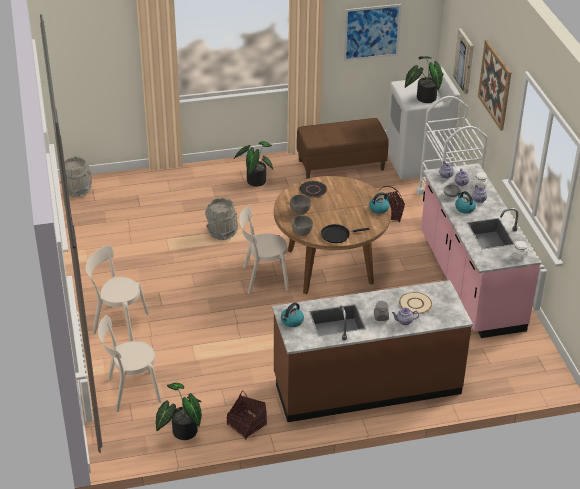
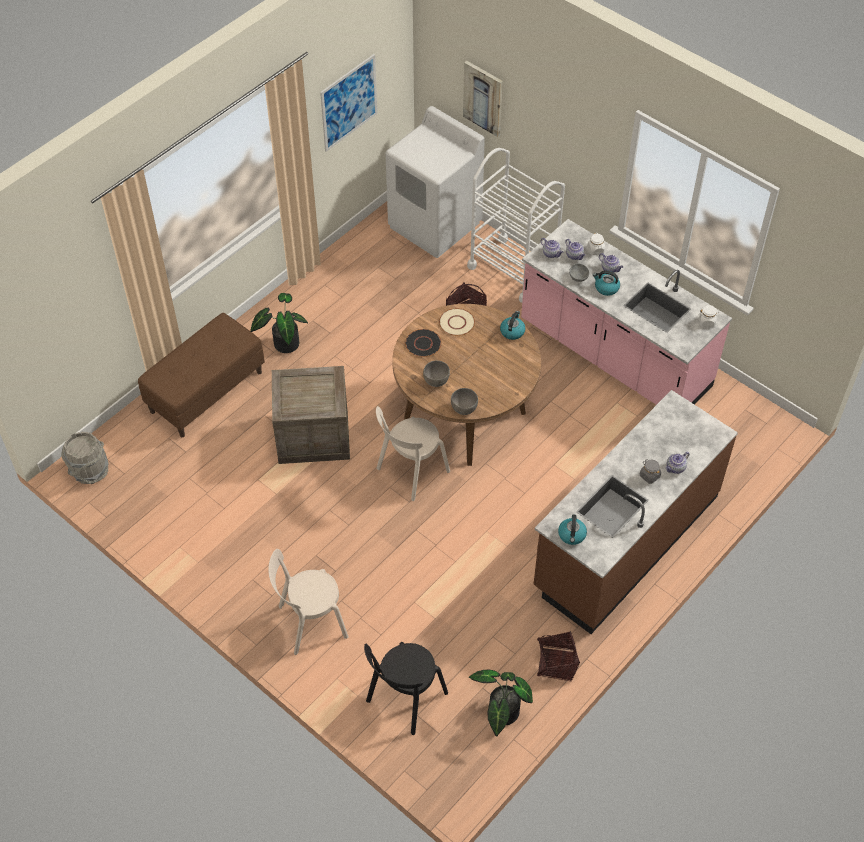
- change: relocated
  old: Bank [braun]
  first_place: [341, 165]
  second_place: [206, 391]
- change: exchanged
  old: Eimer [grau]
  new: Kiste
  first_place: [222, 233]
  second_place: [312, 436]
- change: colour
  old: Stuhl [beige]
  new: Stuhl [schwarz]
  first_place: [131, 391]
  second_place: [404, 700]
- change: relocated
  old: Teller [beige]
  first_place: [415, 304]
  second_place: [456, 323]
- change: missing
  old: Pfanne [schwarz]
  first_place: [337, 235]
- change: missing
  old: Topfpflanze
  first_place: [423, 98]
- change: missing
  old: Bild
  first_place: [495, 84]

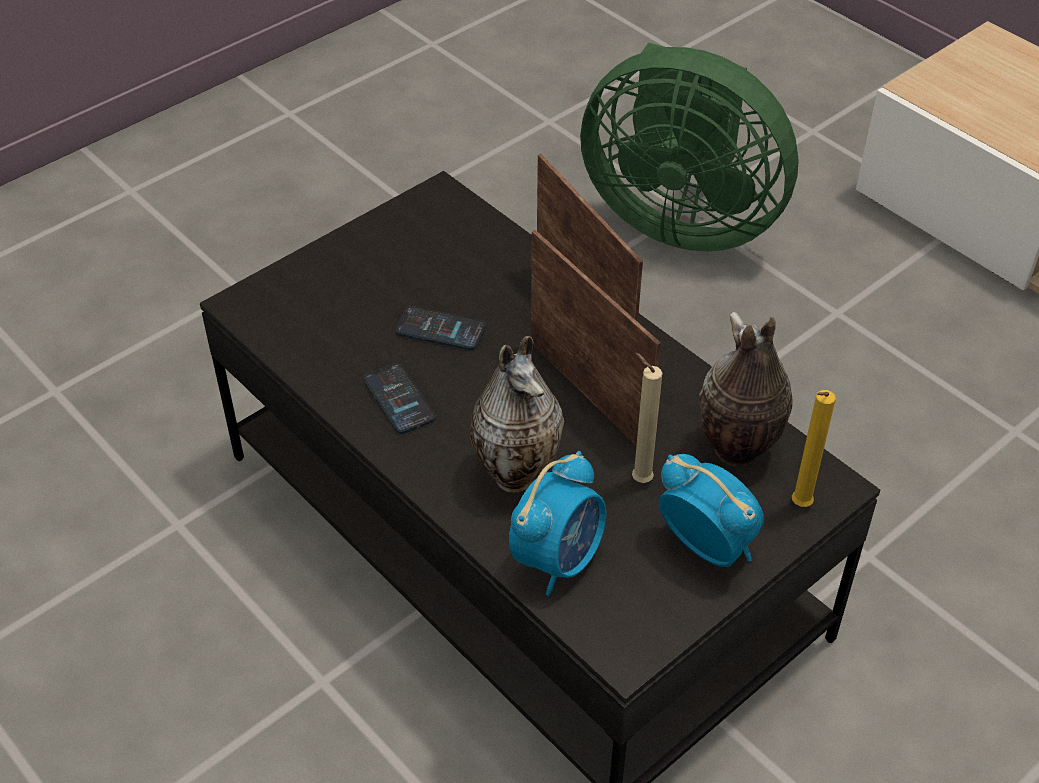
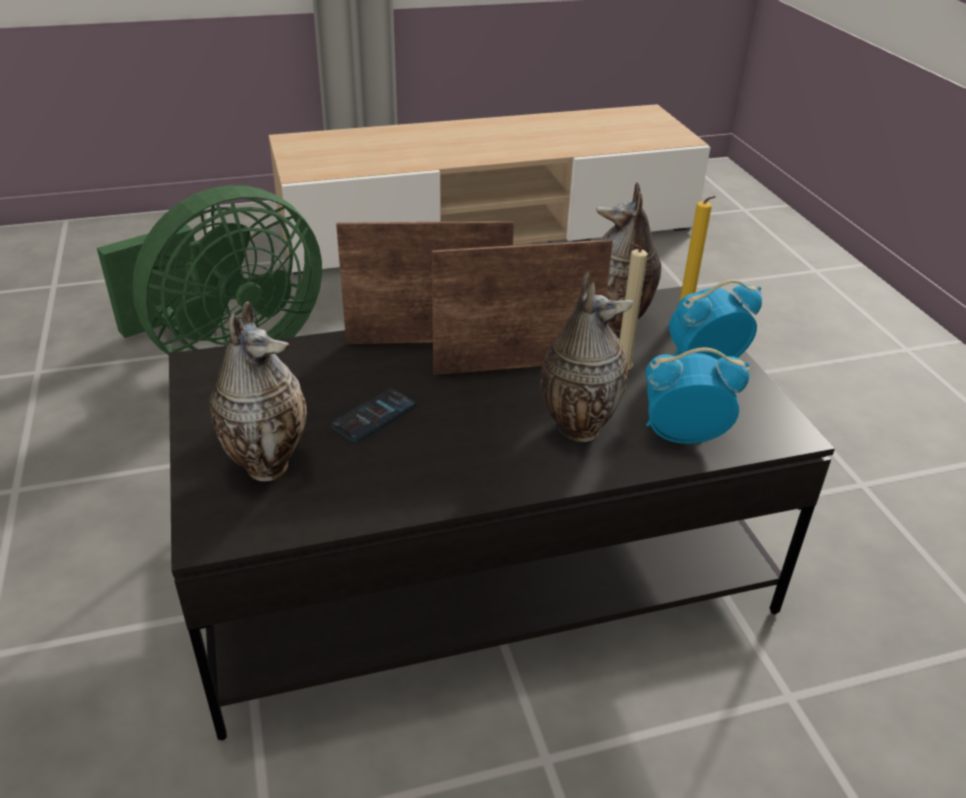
- change: appeared
  new: Vase
  second_place: [267, 463]
- change: spun
  old: Wecker
  first_place: [558, 559]
  second_place: [682, 435]
  degrees: -60
- change: missing
  old: Handy
  first_place: [399, 399]

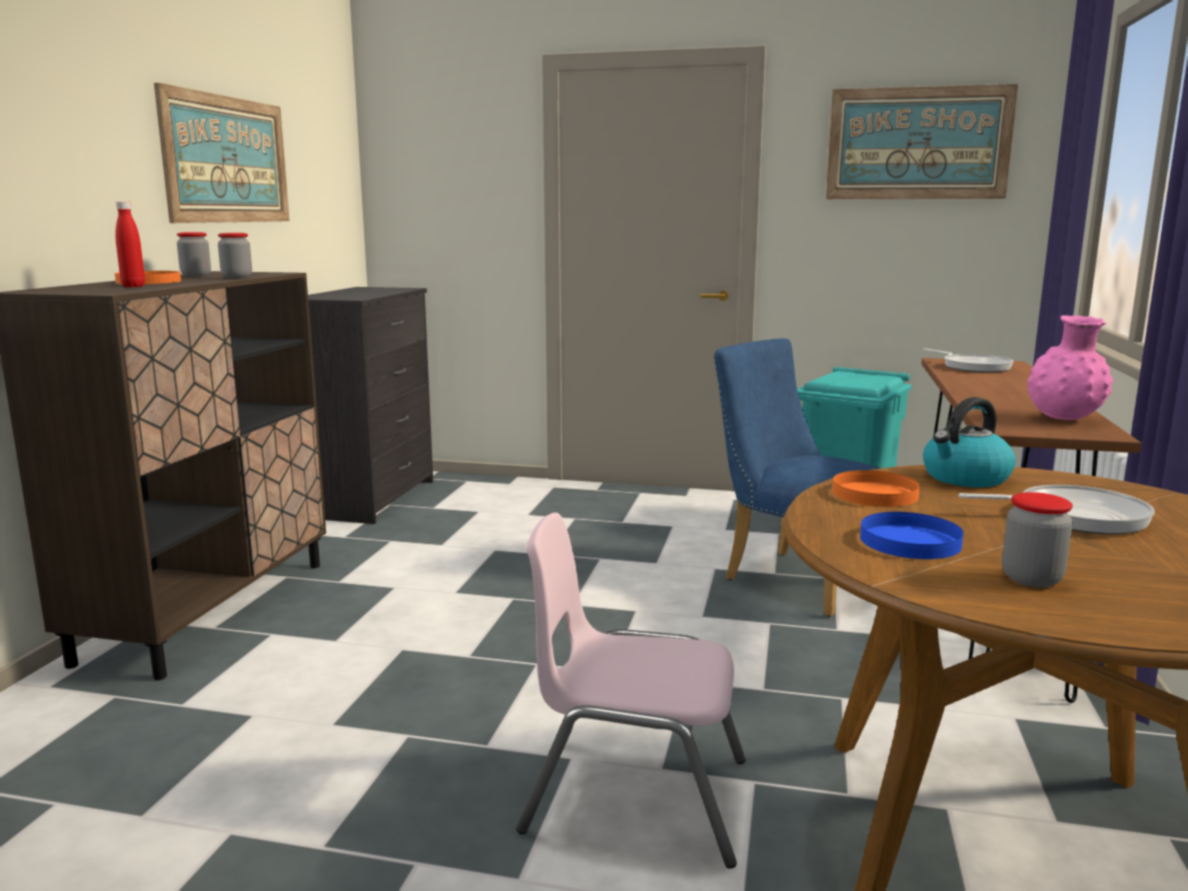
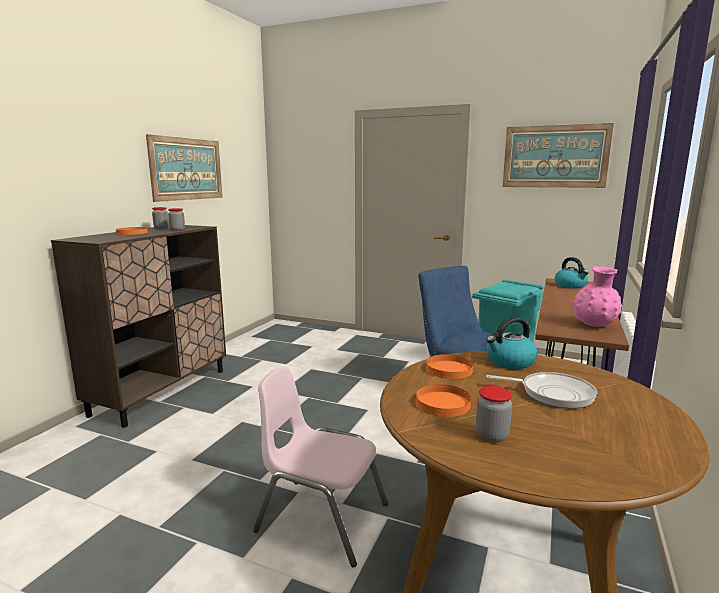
- change: colour
  old: Teller [blau]
  new: Teller [orange]
  first_place: [910, 541]
  second_place: [443, 403]
- change: exchanged
  old: Pfanne
  new: Wasserkessel
  first_place: [973, 367]
  second_place: [570, 286]
- change: missing
  old: Flasche [rot]
  first_place: [133, 286]
- change: missing
  old: Kommode [schwarz]
  first_place: [373, 498]

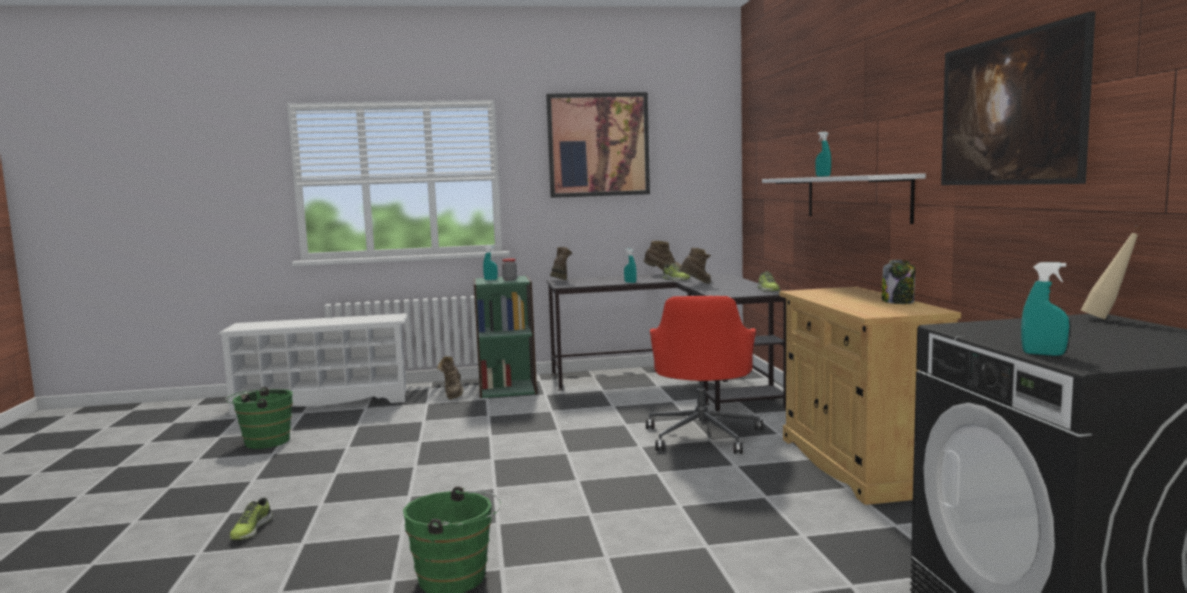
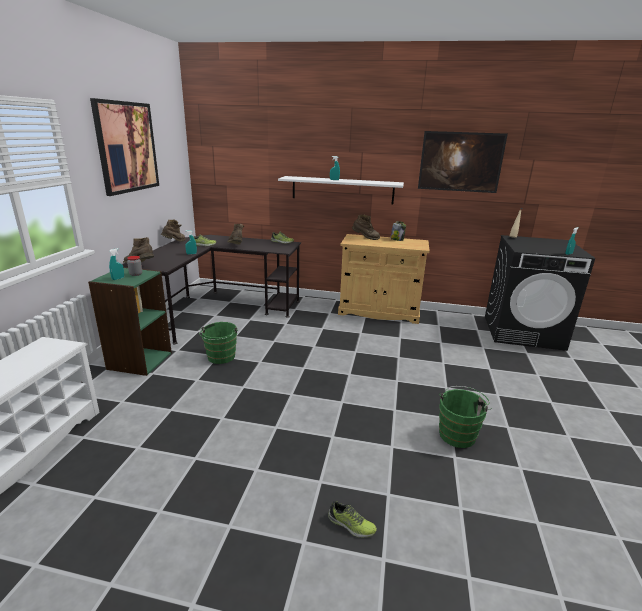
- change: relocated
  old: Eimer [grün]
  first_place: [263, 442]
  second_place: [220, 358]
- change: relocated
  old: Stiefel [braun]
  first_place: [453, 394]
  second_place: [365, 238]
- change: missing
  old: Bürostuhl [rot]
  first_place: [703, 435]

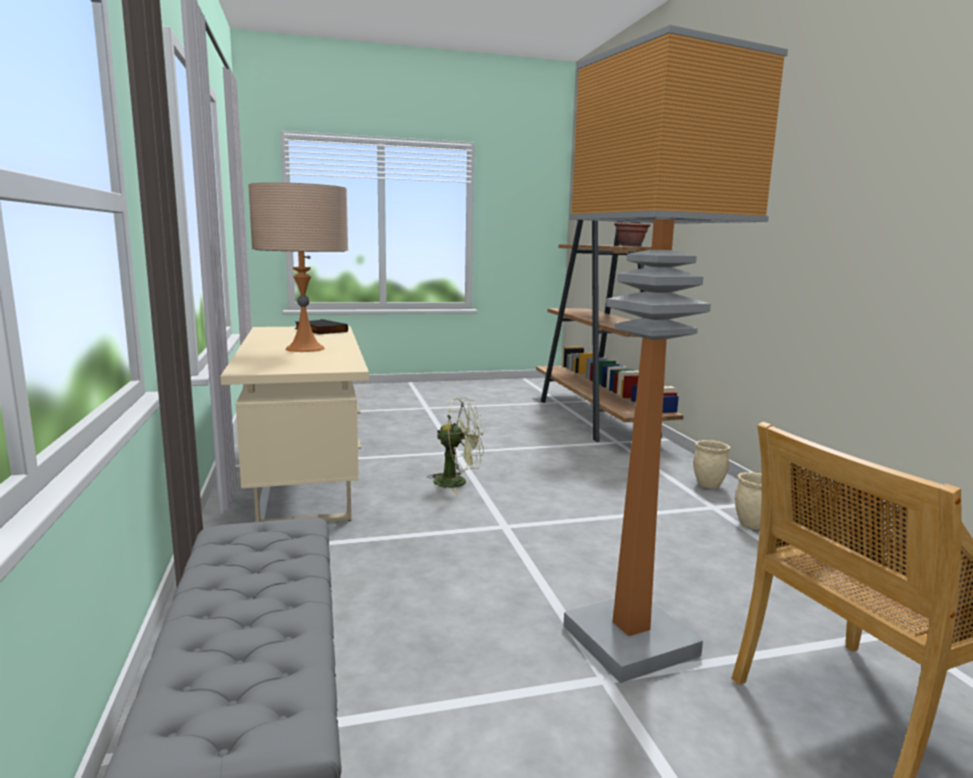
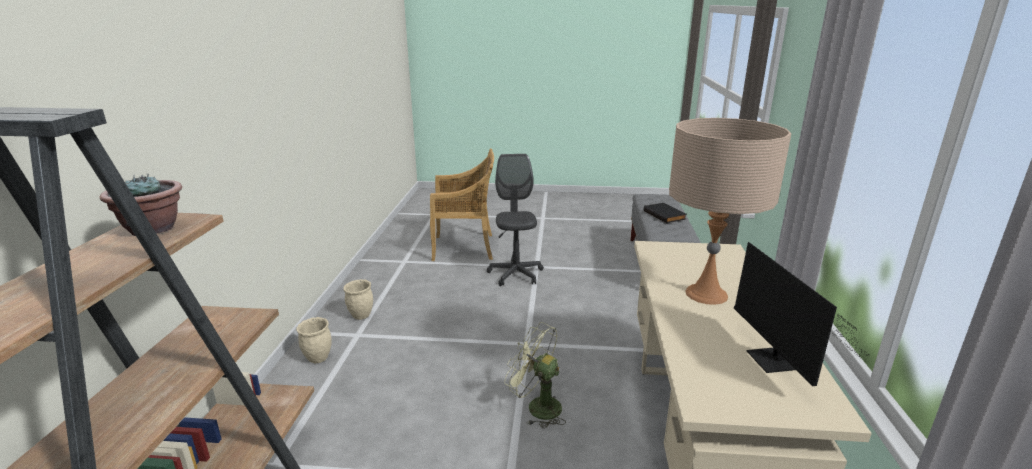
- change: exchanged
  old: Stehlampe
  new: Bürostuhl [grau]
  first_place: [629, 642]
  second_place: [515, 274]
- change: relocated
  old: Buch [schwarz]
  first_place: [319, 330]
  second_place: [665, 215]
- change: appeared
  new: Monitor
  second_place: [775, 364]

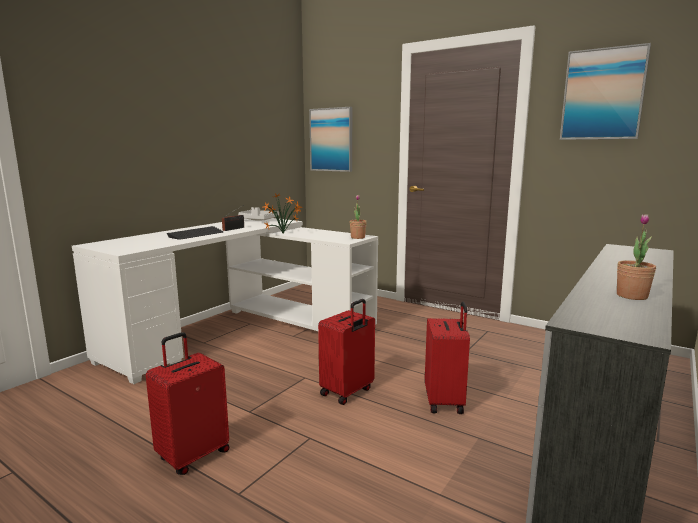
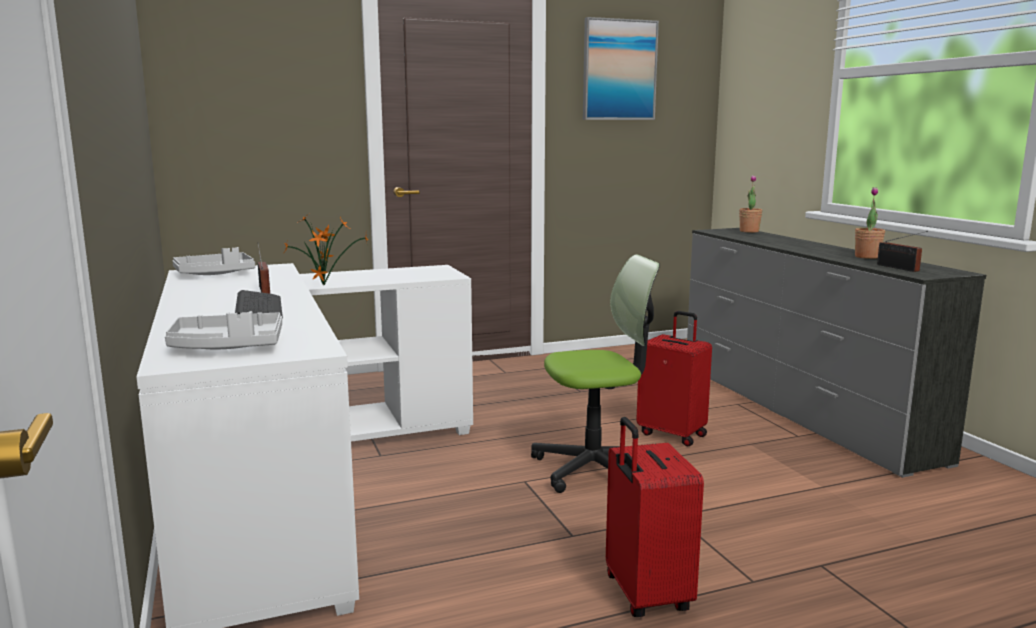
- change: appeared
  new: Tablett [grau]
  second_place: [228, 347]
- change: exchanged
  old: Koffer [rot]
  new: Bürostuhl
  first_place: [347, 392]
  second_place: [596, 469]
- change: relocated
  old: Topfpflanze
  first_place: [358, 237]
  second_place: [749, 231]
- change: appeared
  new: Radio
  second_place: [899, 268]
- change: missing
  old: Bild
  first_place: [331, 140]

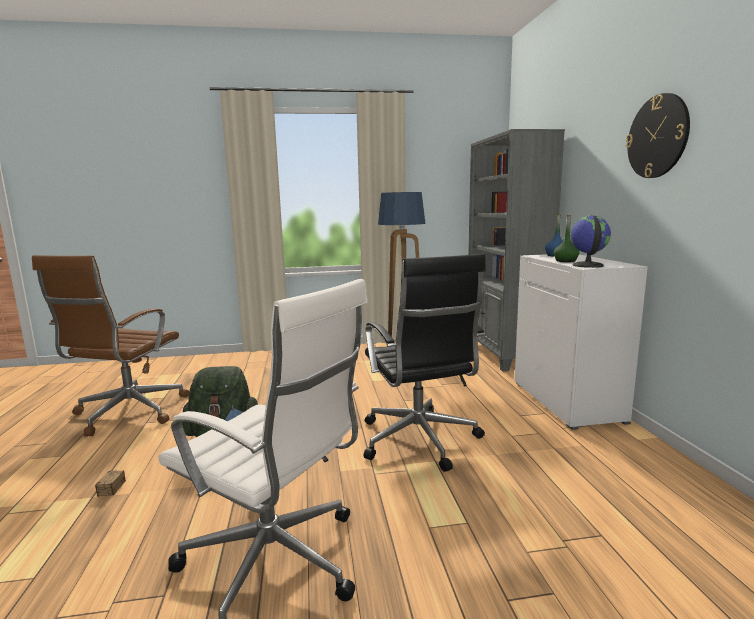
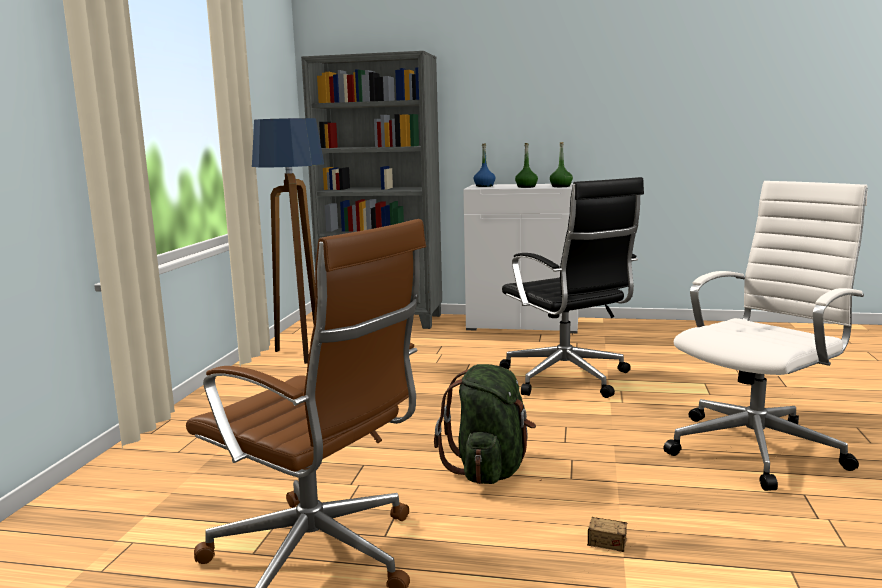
- change: spun
  old: Bürostuhl [schwarz]
  first_place: [420, 441]
  second_place: [567, 379]
  degrees: 60
- change: exchanged
  old: Globus
  new: Flasche [grün]
  first_place: [587, 265]
  second_place: [561, 186]
- change: missing
  old: Wanduhr
  first_place: [657, 136]

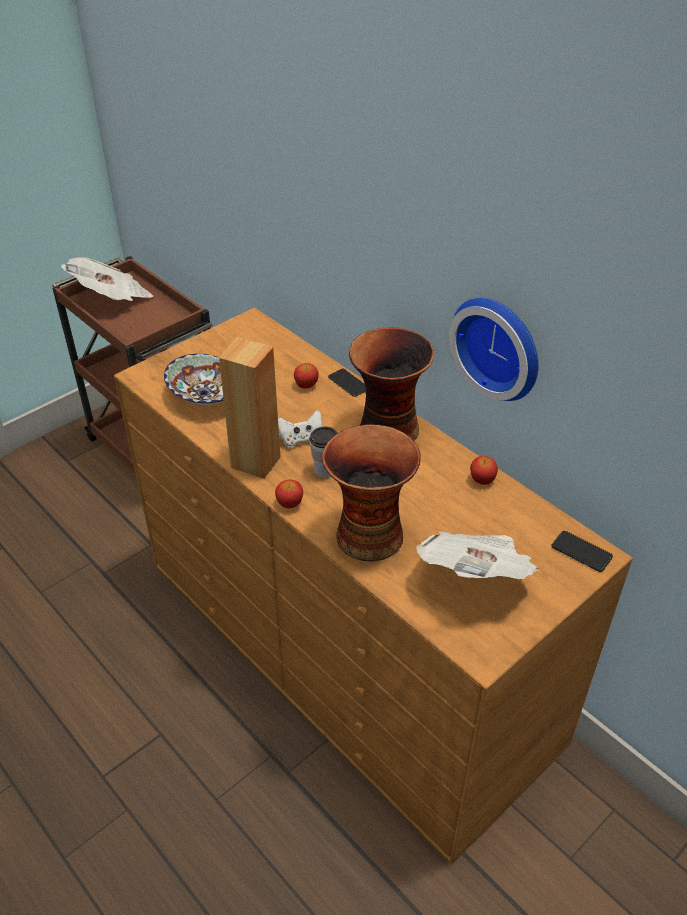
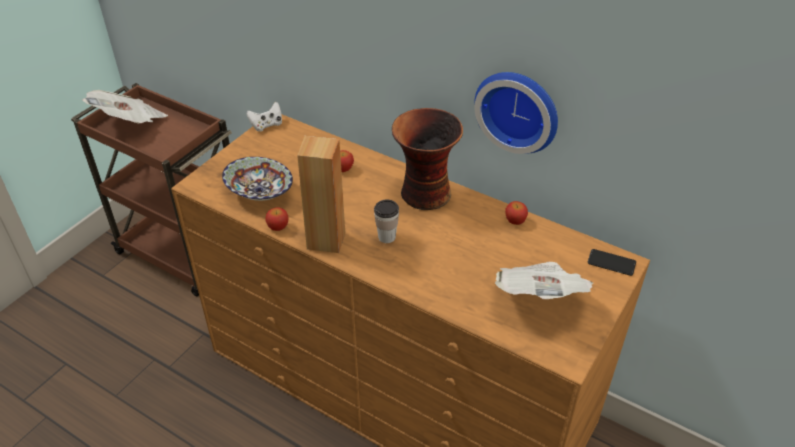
- change: relocated
  old: Gamepad [weiß]
  first_place: [301, 439]
  second_place: [267, 125]
- change: relocated
  old: Apfel
  first_place: [290, 503]
  second_place: [278, 227]
- change: missing
  old: Vase
  first_place: [368, 534]
- change: missing
  old: Handy
  first_place: [348, 383]

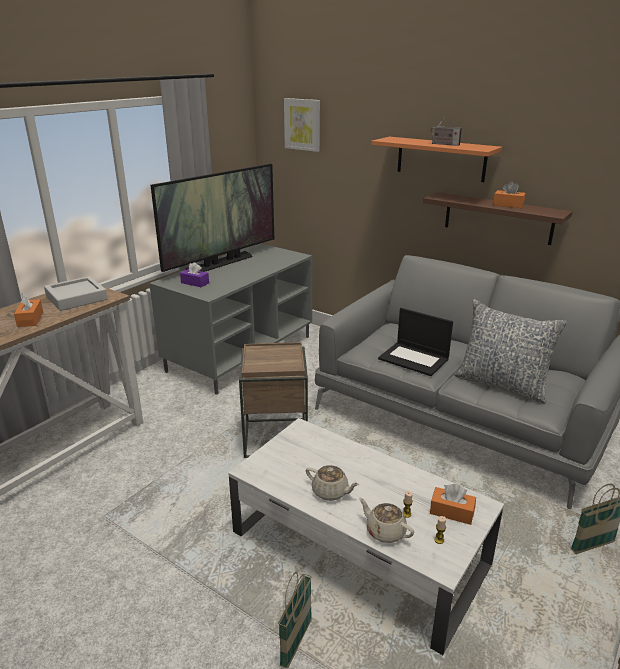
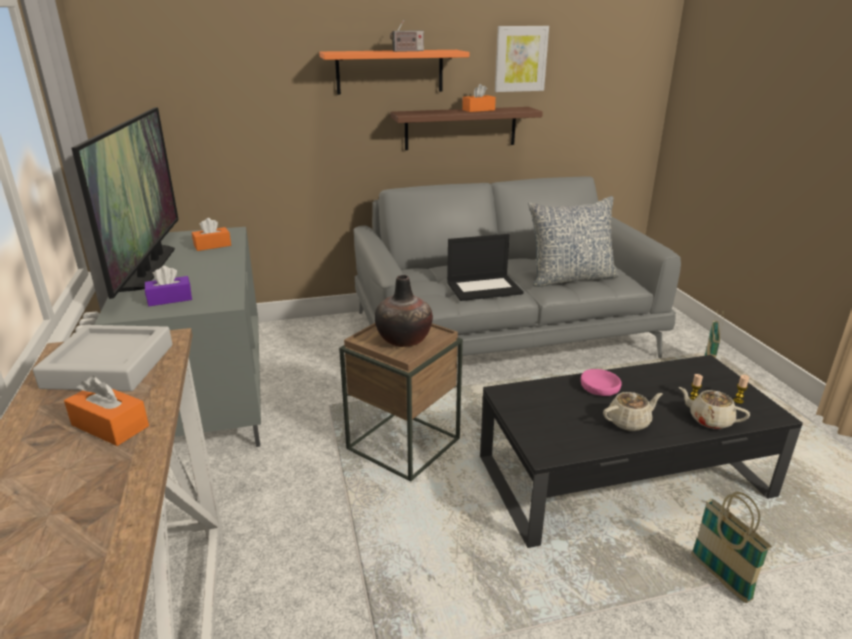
- change: relocated
  old: Taschentuchbox [orange]
  first_place: [451, 512]
  second_place: [212, 245]
- change: appeared
  new: Vase
  second_place: [404, 339]
- change: colour
  old: Couchtisch [weiß]
  new: Couchtisch [schwarz]
  first_place: [359, 549]
  second_place: [624, 476]
- change: relocated
  old: Bild
  first_place: [302, 124]
  second_place: [520, 59]
- change: appeared
  new: Schüssel [rosa]
  second_place: [599, 387]
- change: spun
  old: Teekanne [beige]
  first_place: [385, 531]
  second_place: [709, 420]
  degrees: 45

